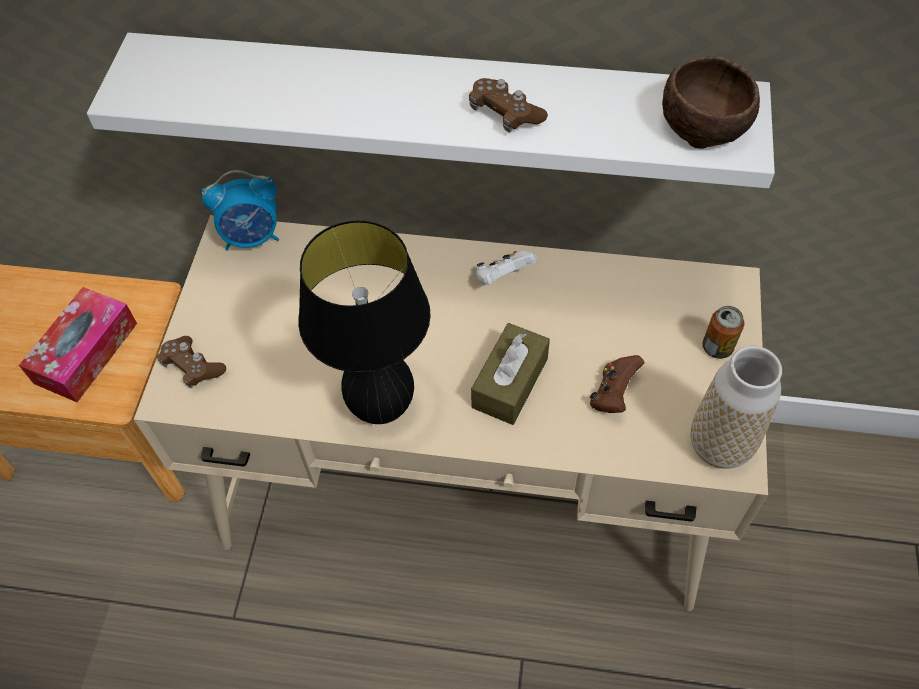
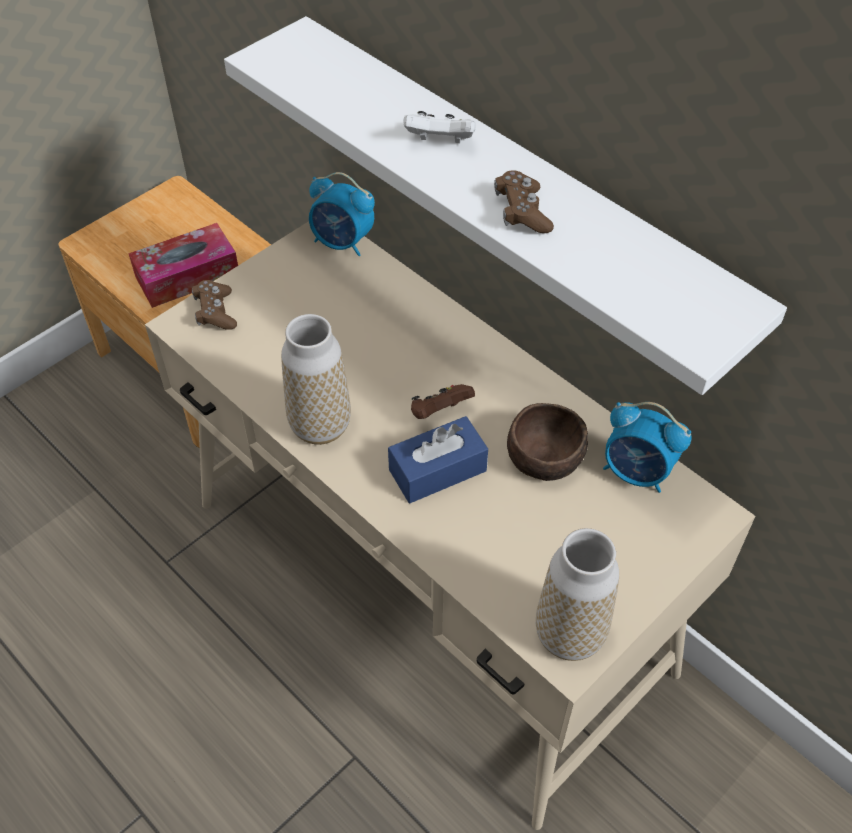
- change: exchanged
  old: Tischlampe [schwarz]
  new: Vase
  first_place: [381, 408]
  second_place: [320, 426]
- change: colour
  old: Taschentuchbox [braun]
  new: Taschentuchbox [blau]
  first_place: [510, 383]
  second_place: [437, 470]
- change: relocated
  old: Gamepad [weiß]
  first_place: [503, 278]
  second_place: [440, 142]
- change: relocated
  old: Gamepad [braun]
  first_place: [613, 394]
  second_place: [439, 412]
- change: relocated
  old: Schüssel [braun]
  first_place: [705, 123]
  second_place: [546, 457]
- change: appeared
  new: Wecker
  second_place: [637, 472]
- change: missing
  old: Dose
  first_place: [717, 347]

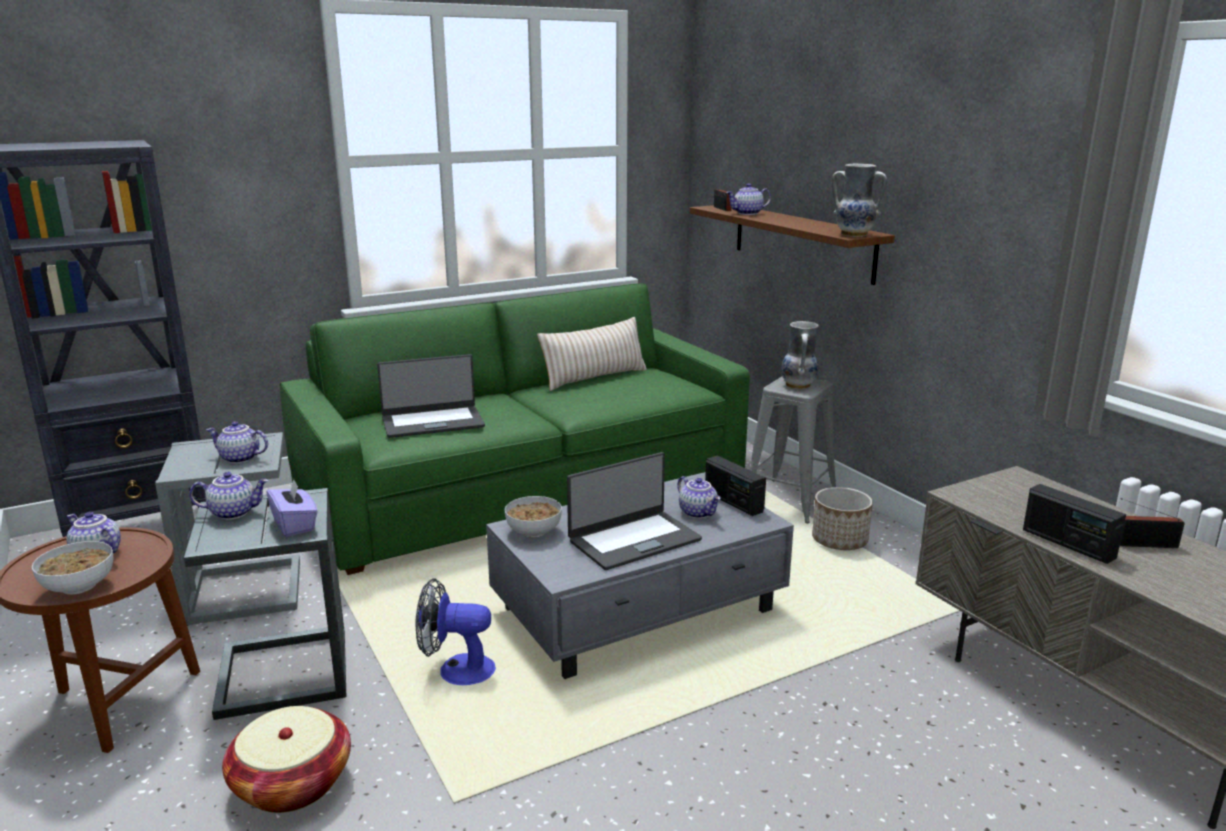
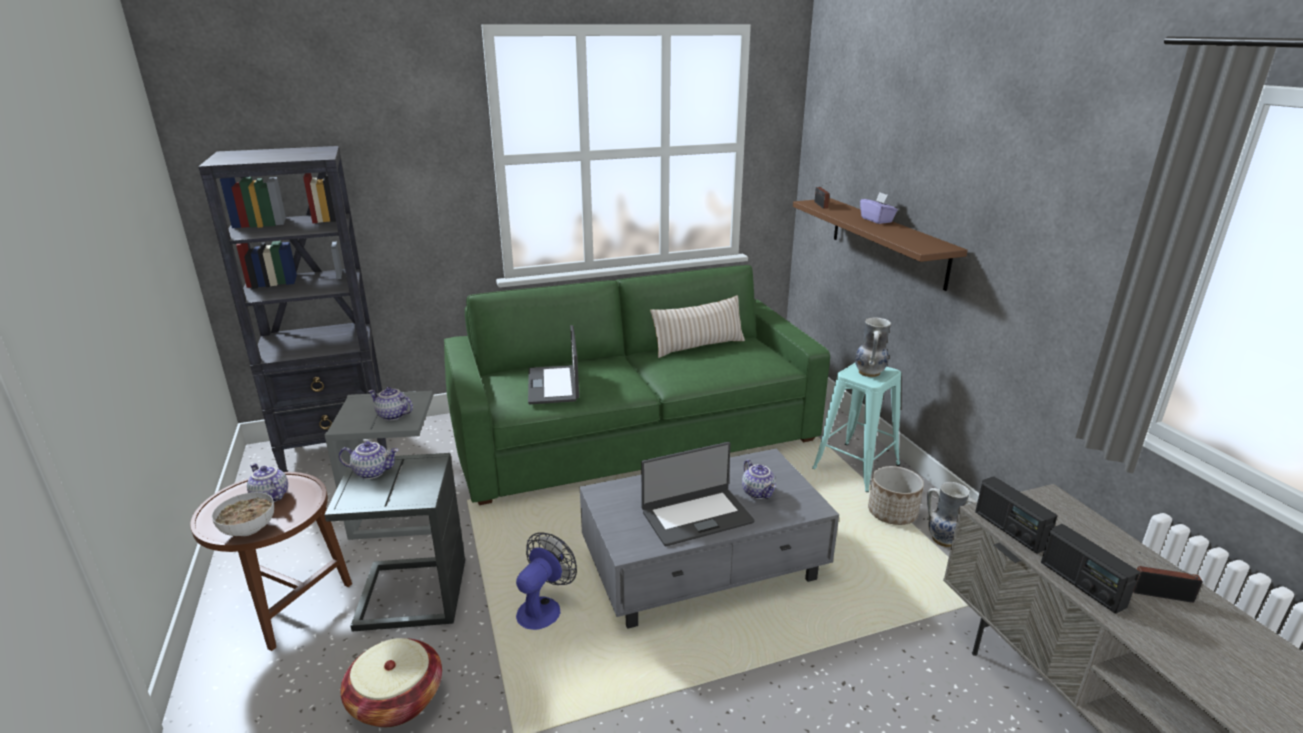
- change: spun
  old: Ventilator
  first_place: [456, 670]
  second_place: [543, 608]
  degrees: 105
- change: spun
  old: Laptop
  first_place: [432, 422]
  second_place: [554, 385]
  degrees: 90
- change: colour
  old: Hocker [grau]
  new: Hocker [türkis]
  first_place: [789, 501]
  second_place: [856, 467]
- change: relocated
  old: Taschentuchbox [lila]
  first_place: [295, 525]
  second_place: [877, 220]
- change: relocated
  old: Vase
  first_place: [854, 234]
  second_place: [944, 539]
- change: relocated
  old: Radio
  first_place: [733, 502]
  second_place: [1009, 530]
- change: missing
  old: Schüssel
  first_place: [533, 532]
- change: missing
  old: Teekanne
  first_place: [747, 213]

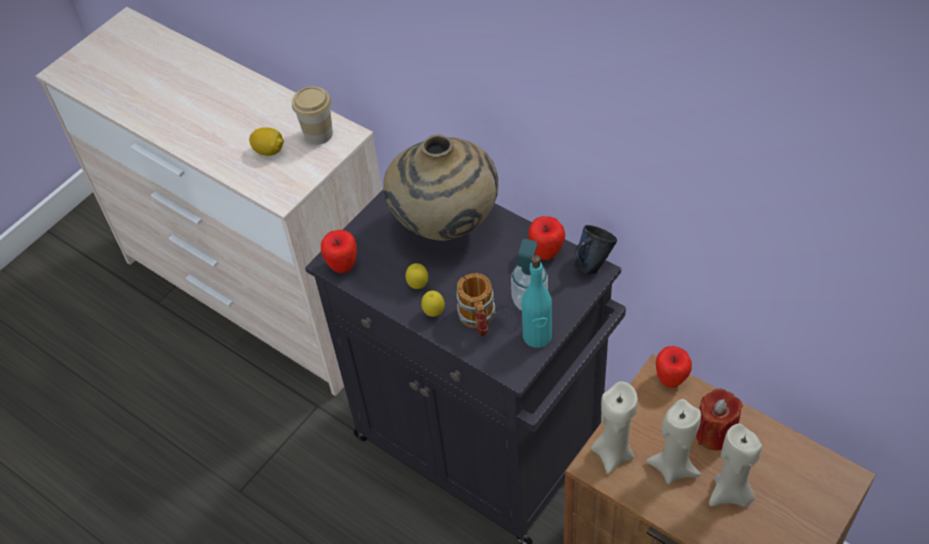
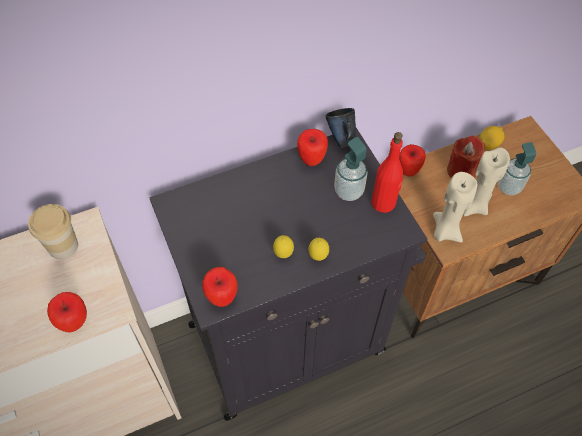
- change: appeared
  new: Apfel
  second_place: [74, 323]
- change: colour
  old: Flasche [türkis]
  new: Flasche [rot]
  first_place: [537, 336]
  second_place: [383, 203]
- change: relocated
  old: Zitrone
  first_place: [269, 151]
  second_place: [488, 144]
- change: exchanged
  old: Kerze [beige]
  new: Seifenspender
  first_place: [731, 493]
  second_place: [508, 187]
- change: missing
  old: Vase [beige]
  first_place: [445, 227]
- change: missing
  old: Henkelbecher
  first_place: [478, 320]

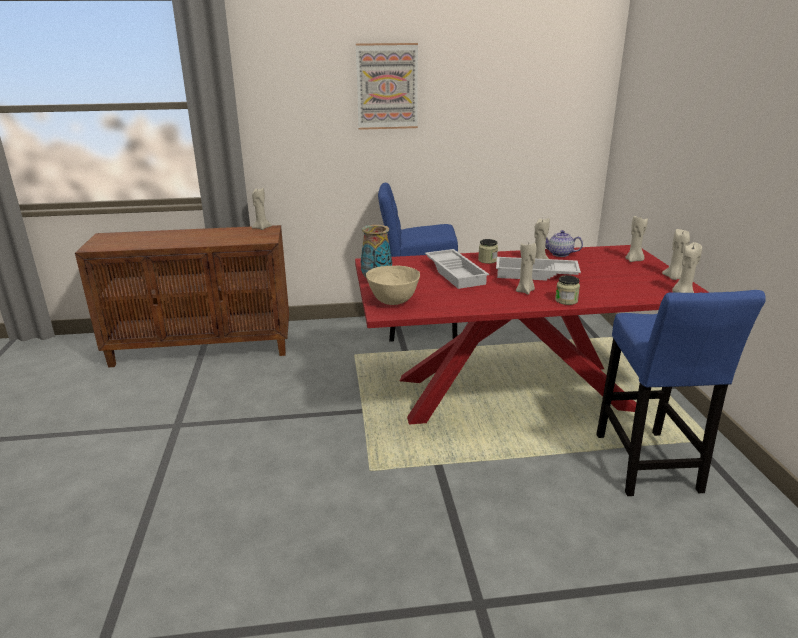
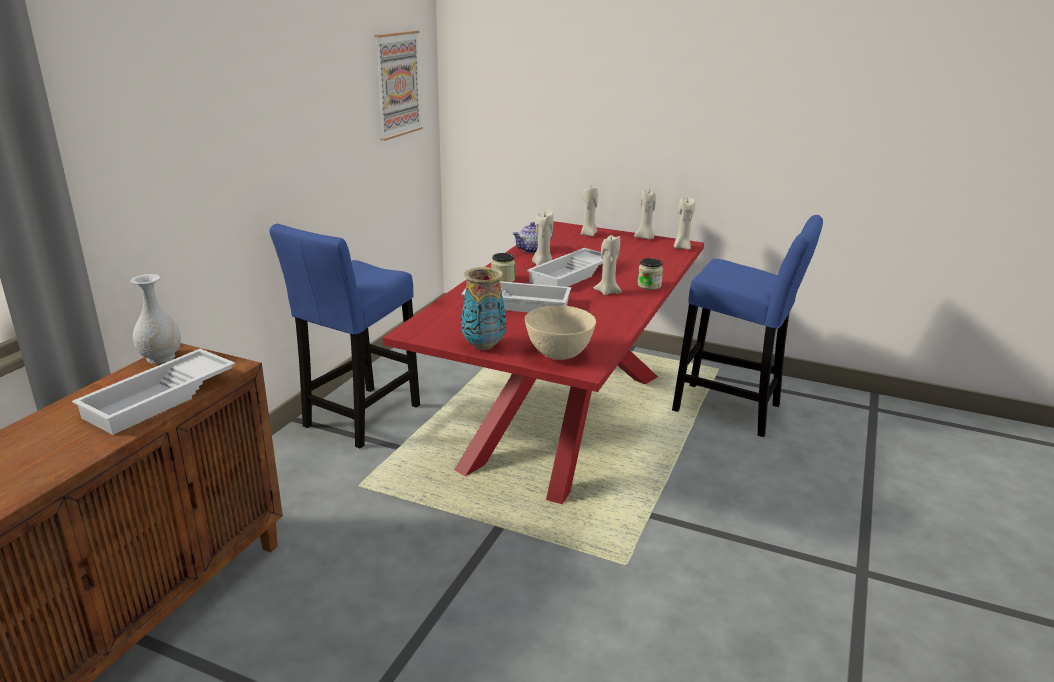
- change: appeared
  new: Tablett [weiß]
  second_place: [161, 399]
- change: exchanged
  old: Kerze [beige]
  new: Vase [weiß]
  first_place: [261, 228]
  second_place: [161, 357]
- change: relocated
  old: Bild
  first_place: [387, 86]
  second_place: [397, 84]

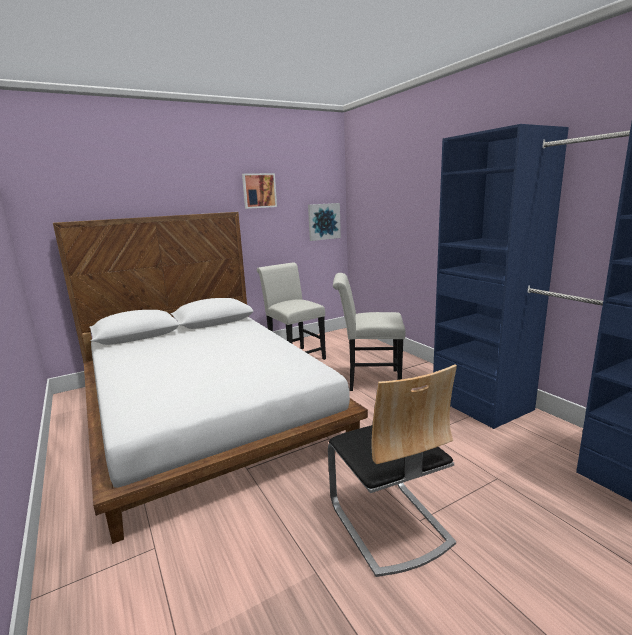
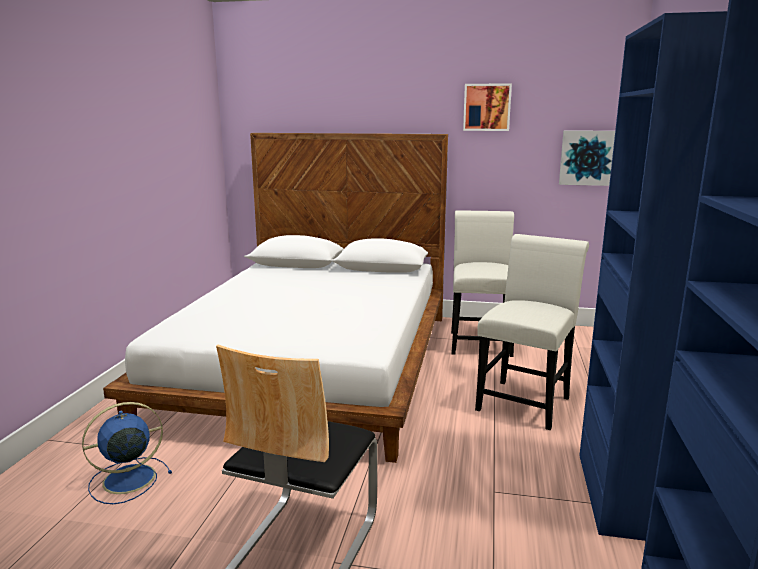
- change: appeared
  new: Ventilator [blau]
  second_place: [126, 480]
- change: spun
  old: Stuhl [weiß]
  first_place: [368, 380]
  second_place: [526, 401]
  degrees: 75

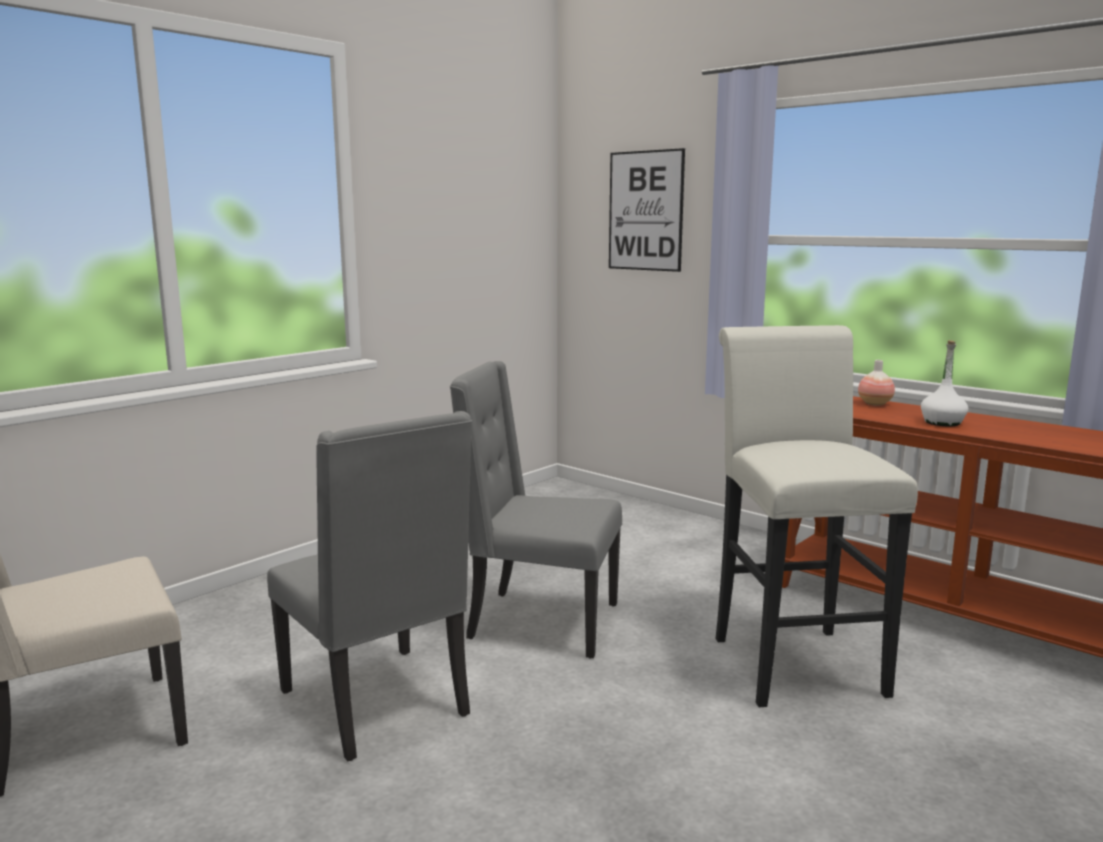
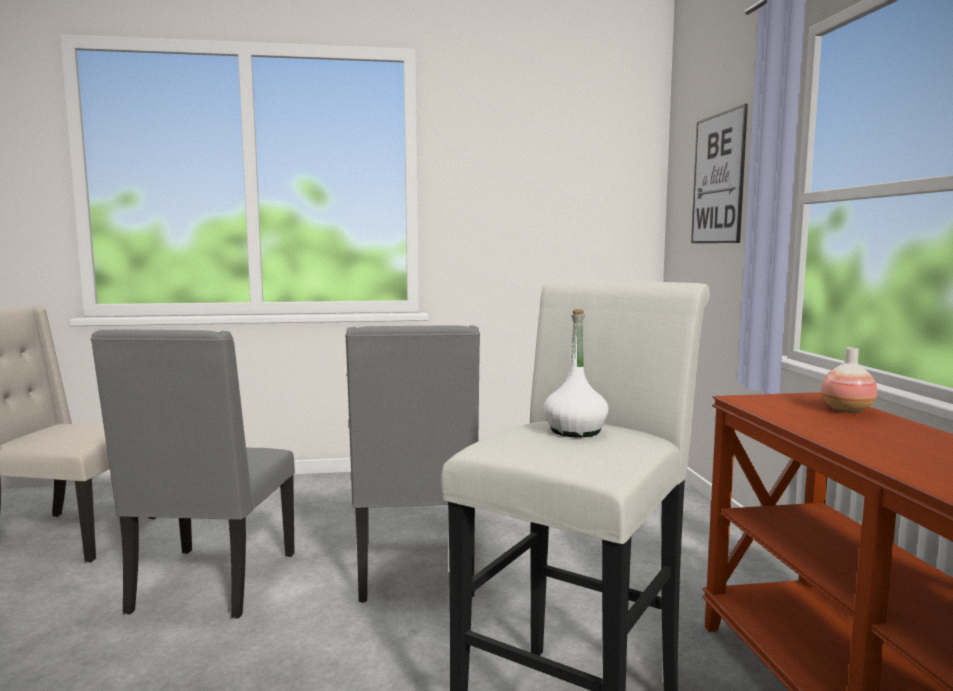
- change: spun
  old: Stuhl [grau]
  first_place: [540, 622]
  second_place: [417, 570]
  degrees: -150
- change: relocated
  old: Flasche [weiß]
  first_place: [942, 423]
  second_place: [575, 431]

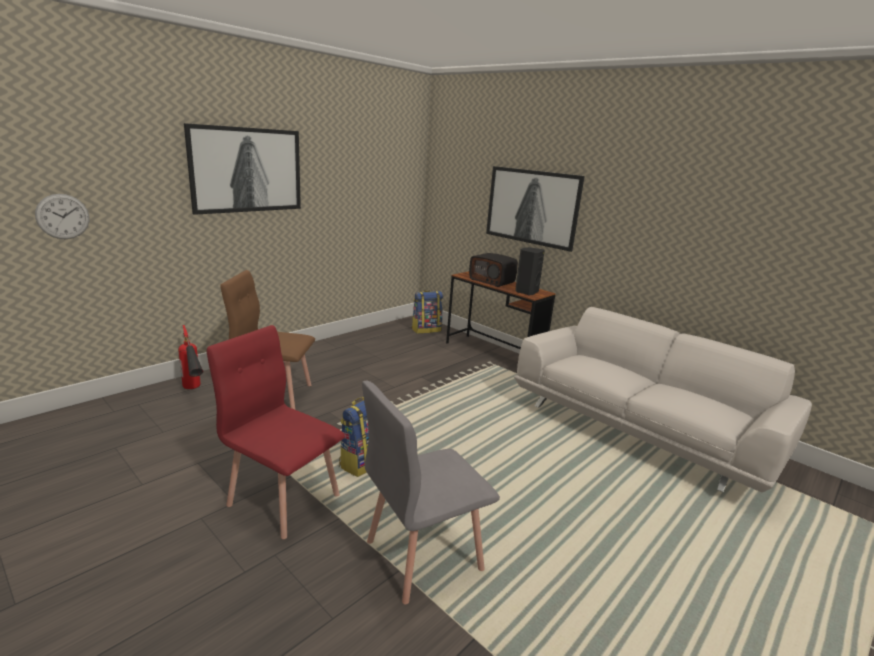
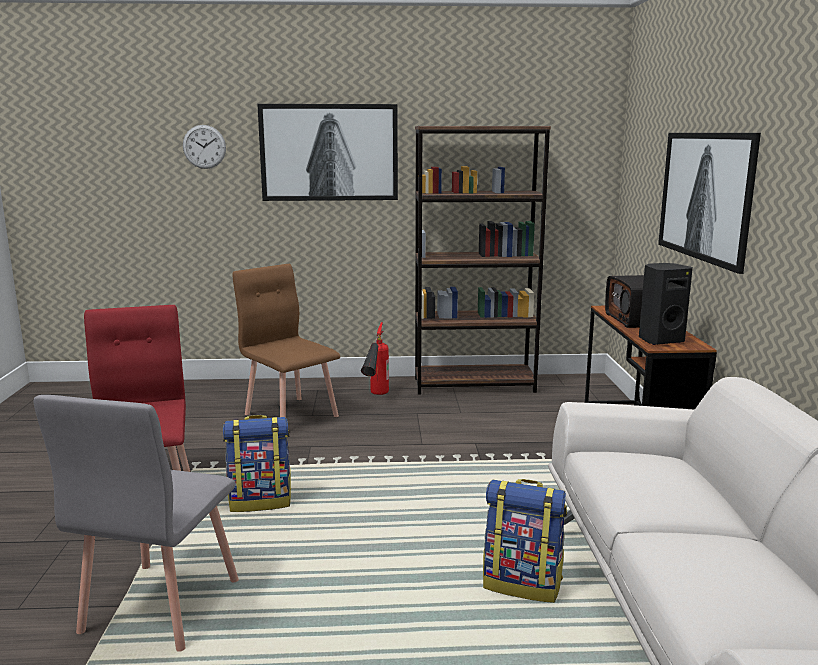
- change: spun
  old: Stuhl [grau]
  first_place: [422, 554]
  second_place: [159, 605]
  degrees: -90
- change: relocated
  old: Wanduhr
  first_place: [63, 216]
  second_place: [204, 146]
- change: relocated
  old: Feuerlöscher
  first_place: [194, 392]
  second_place: [375, 397]
- change: appeared
  new: Bücherregal [braun]
  second_place: [474, 385]
- change: relocated
  old: Rucksack
  first_place: [426, 330]
  second_place: [523, 583]

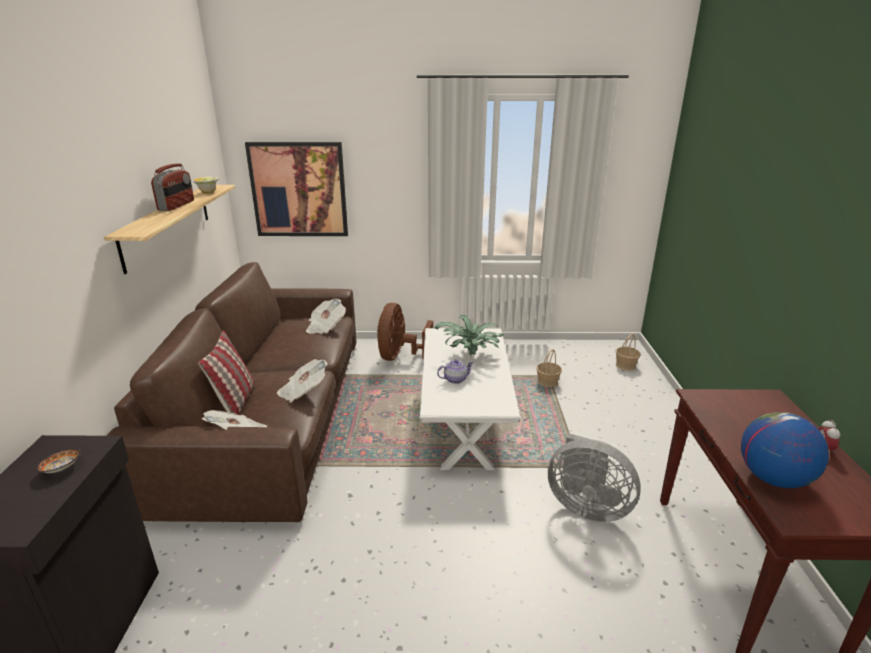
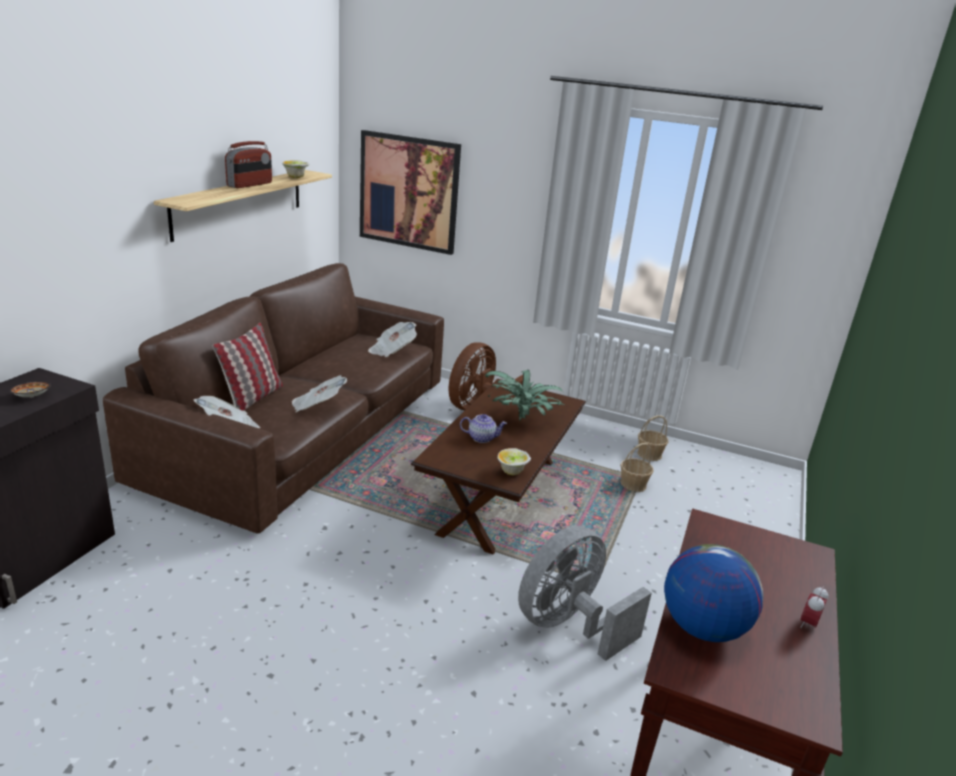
- change: colour
  old: Couchtisch [weiß]
  new: Couchtisch [braun]
  first_place: [464, 421]
  second_place: [498, 495]
- change: appeared
  new: Schüssel
  second_place: [512, 472]
- change: spun
  old: Ventilator [grau]
  first_place: [586, 506]
  second_place: [569, 625]
  degrees: 90
- change: relocated
  old: Korb
  first_place: [625, 365]
  second_place: [649, 454]

